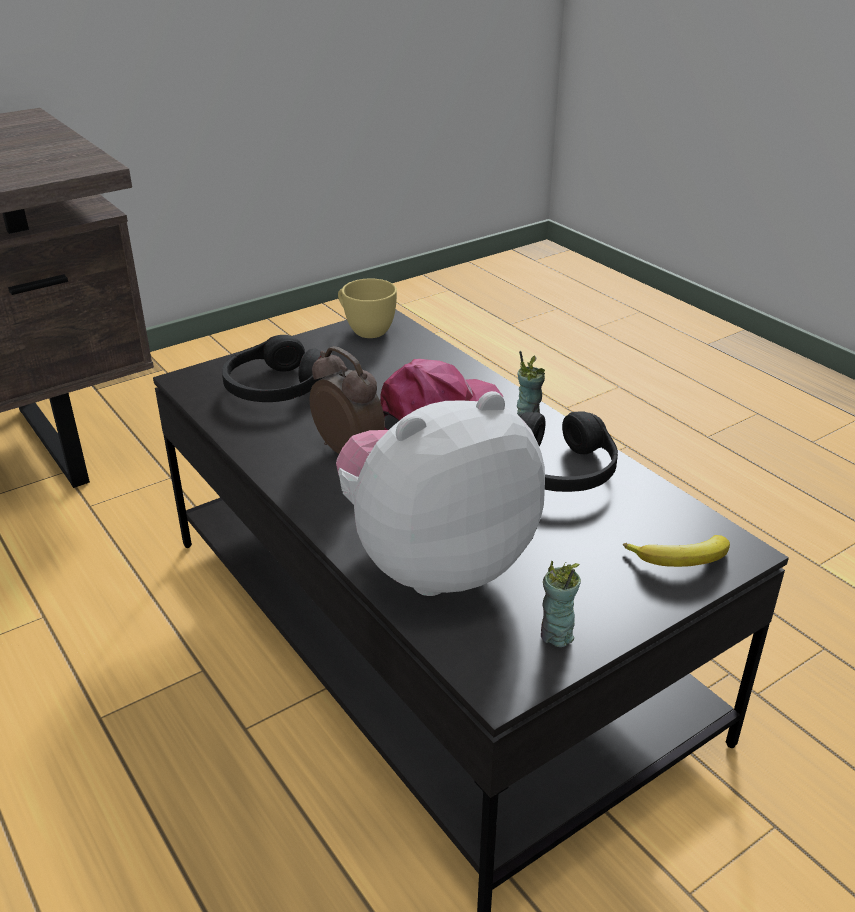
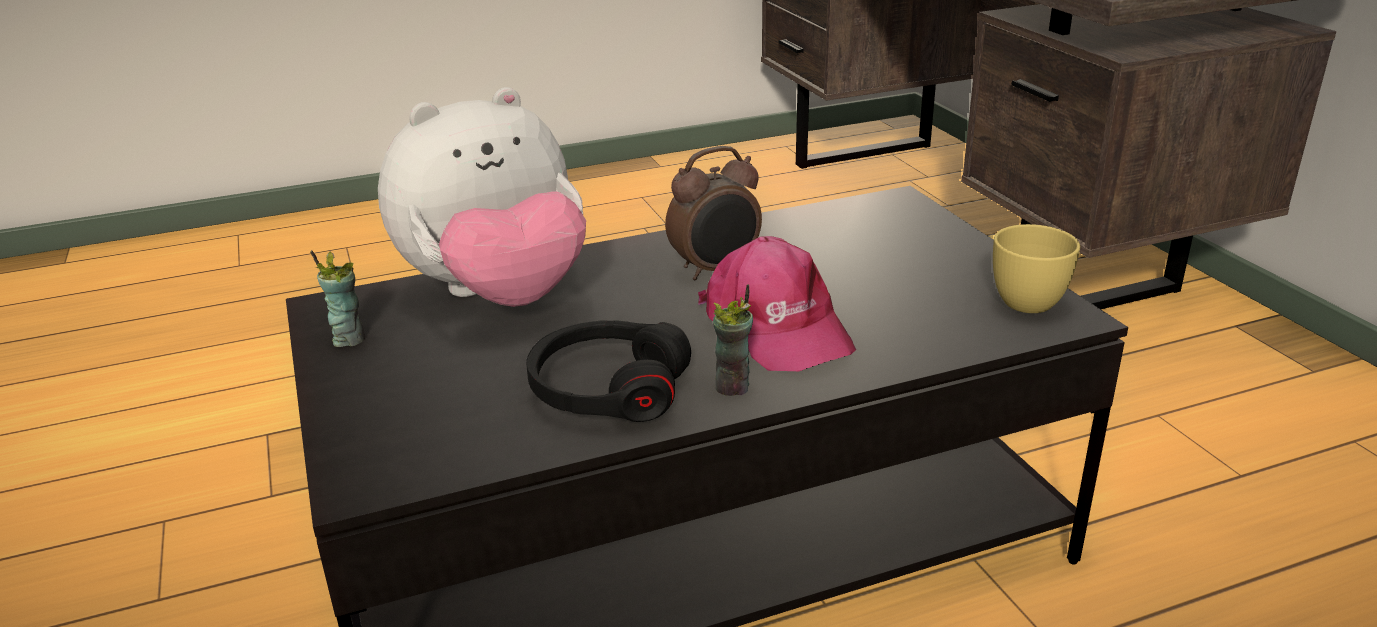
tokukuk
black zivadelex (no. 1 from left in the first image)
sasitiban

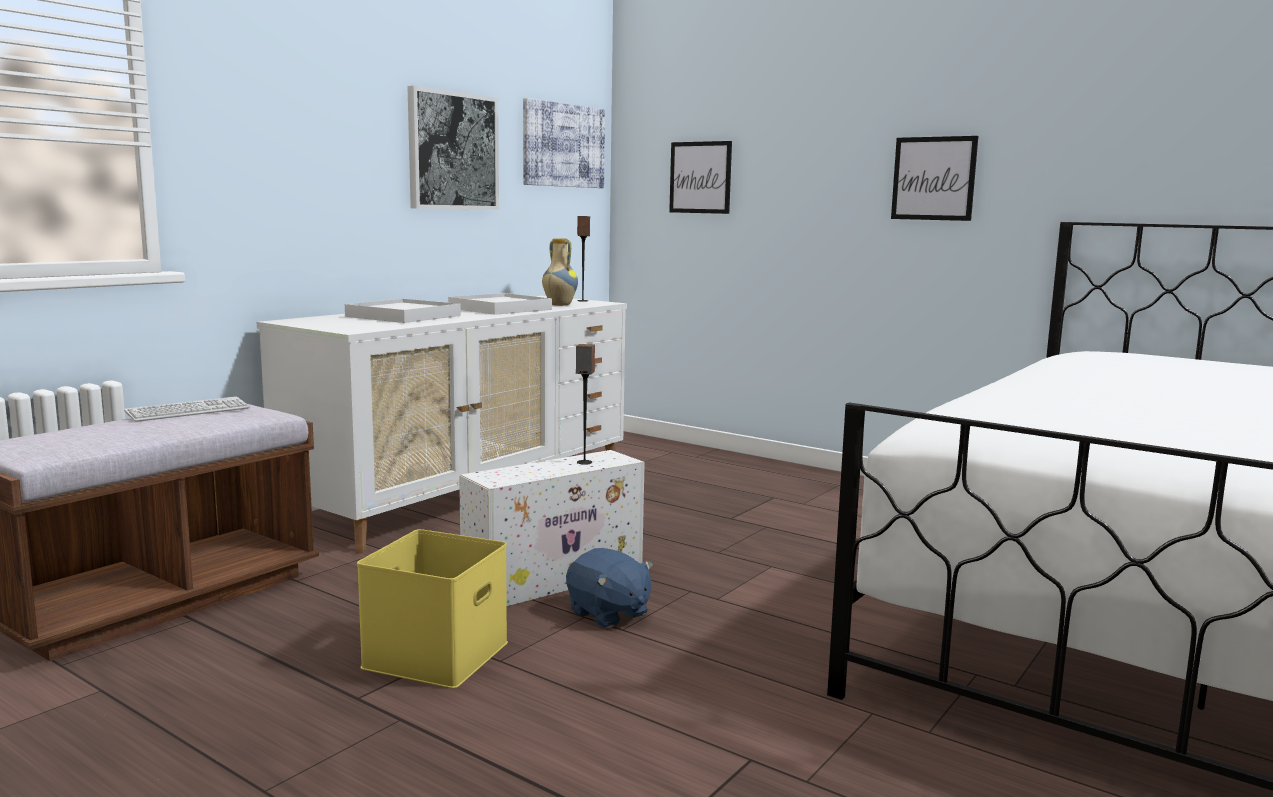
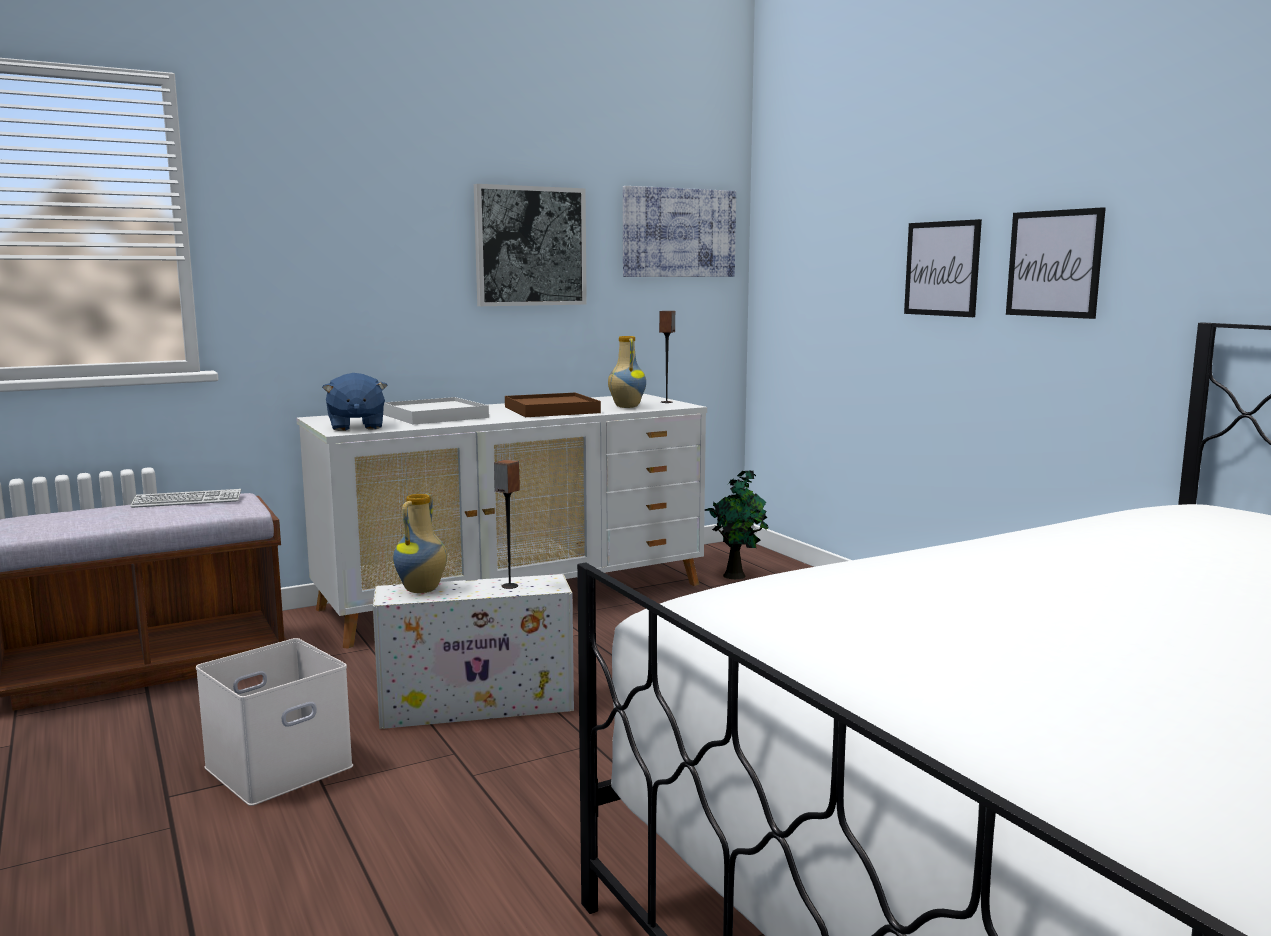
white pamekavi (no. 1 from left)
blue tokukuk
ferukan (no. 1 from left)
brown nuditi
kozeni
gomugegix (no. 3 from left)

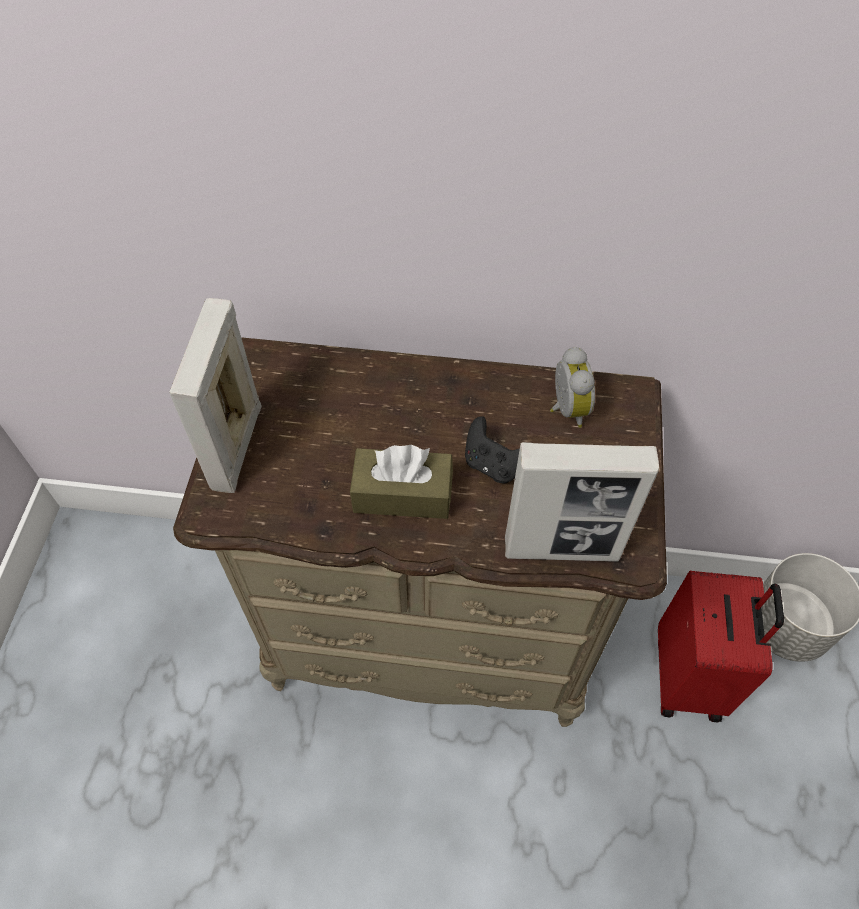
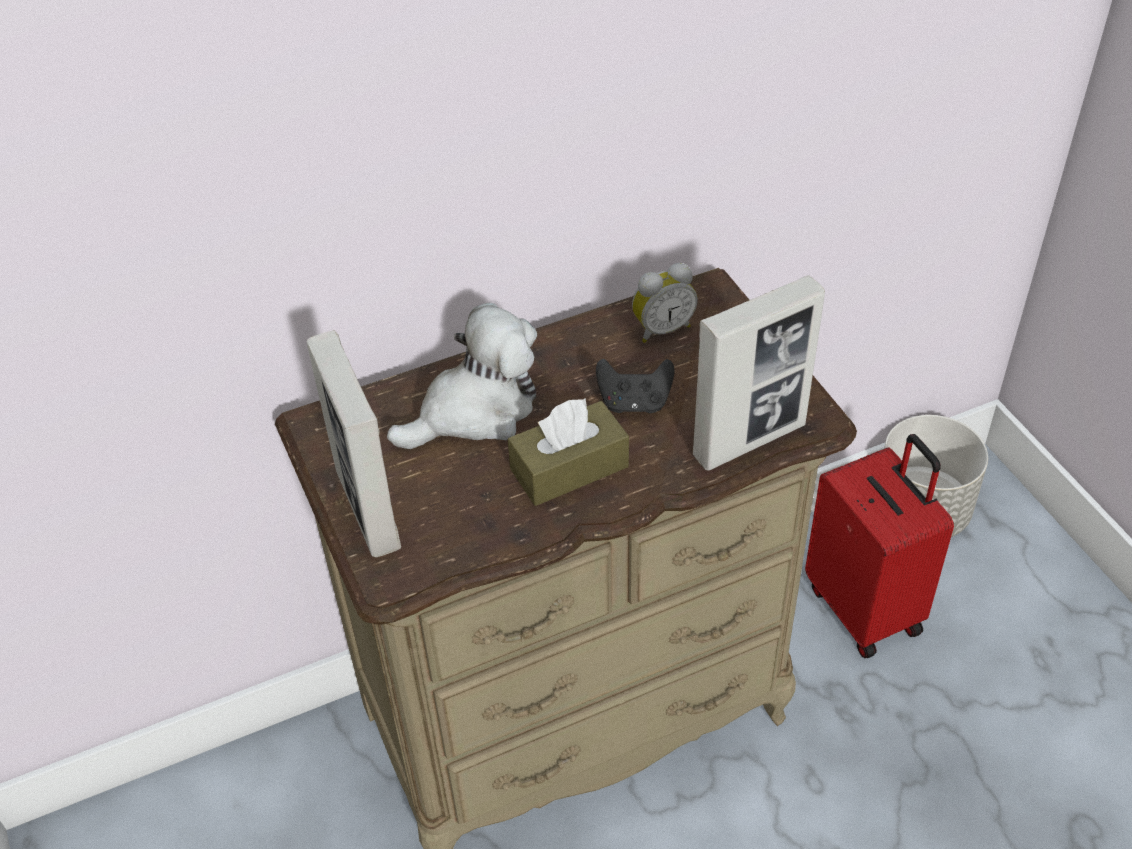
tokukuk
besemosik

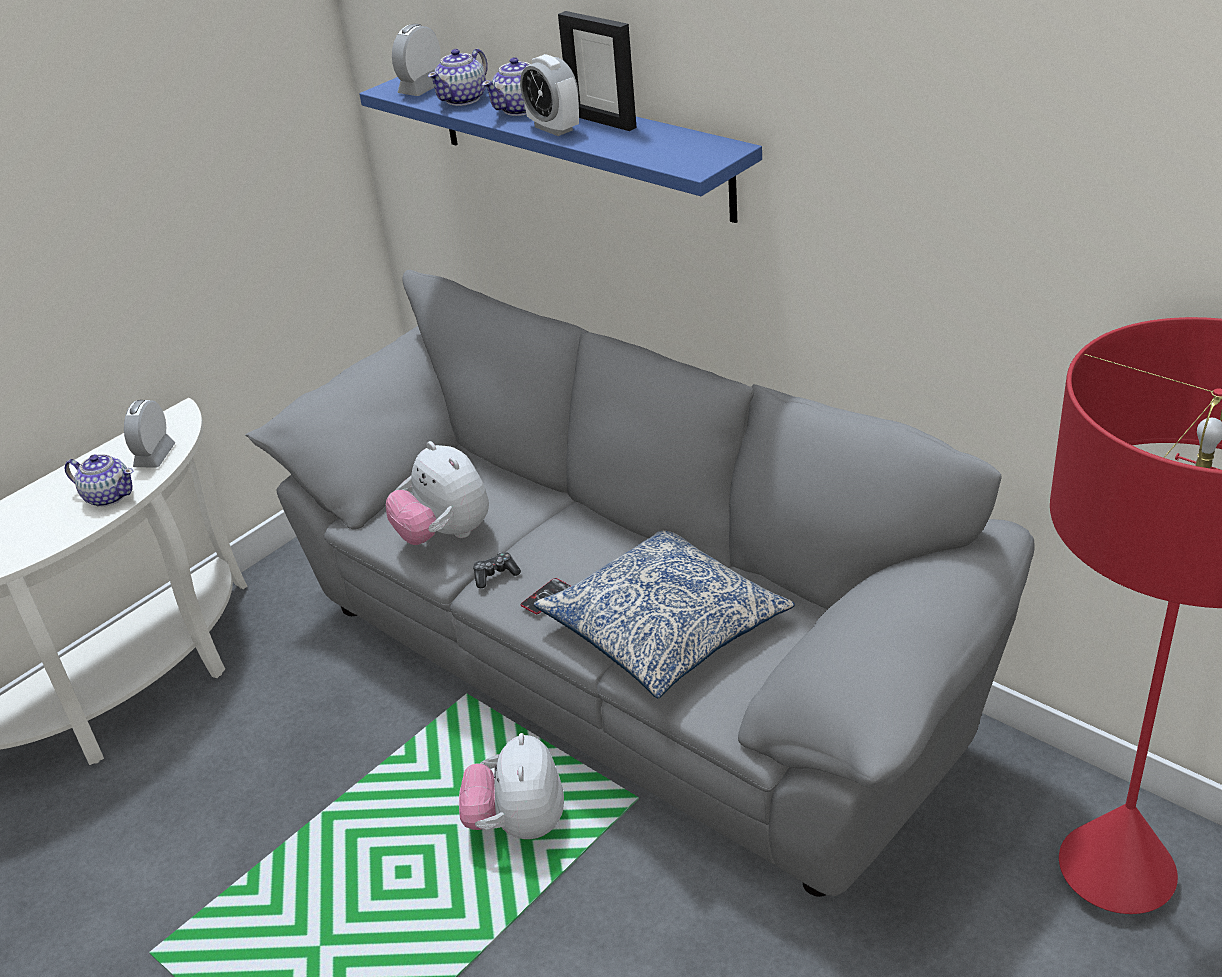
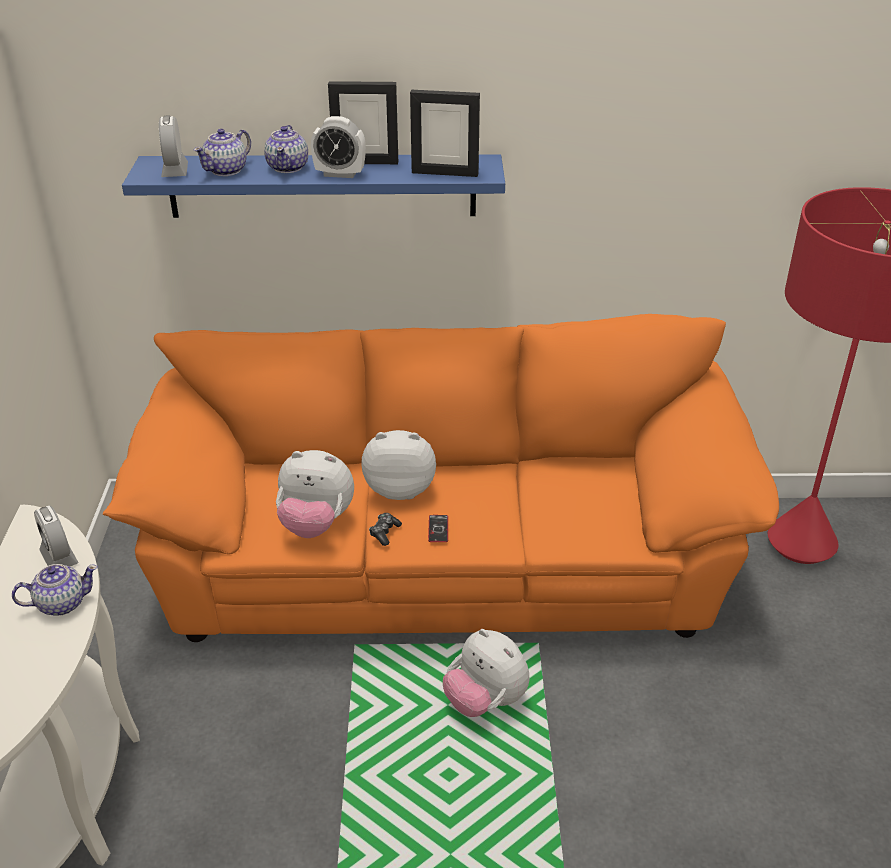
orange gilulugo
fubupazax (no. 2 from left)
tokukuk (no. 2 from left)
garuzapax (no. 2 from left)
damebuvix

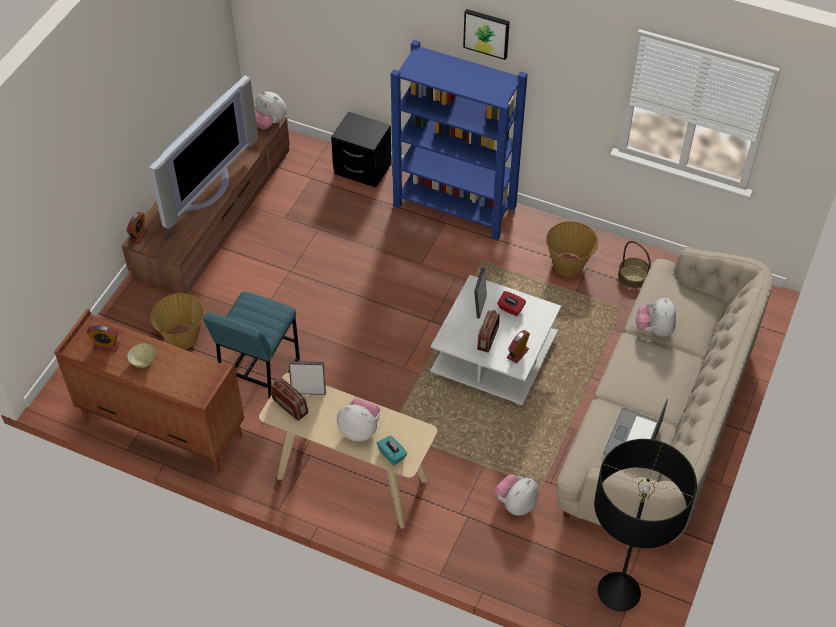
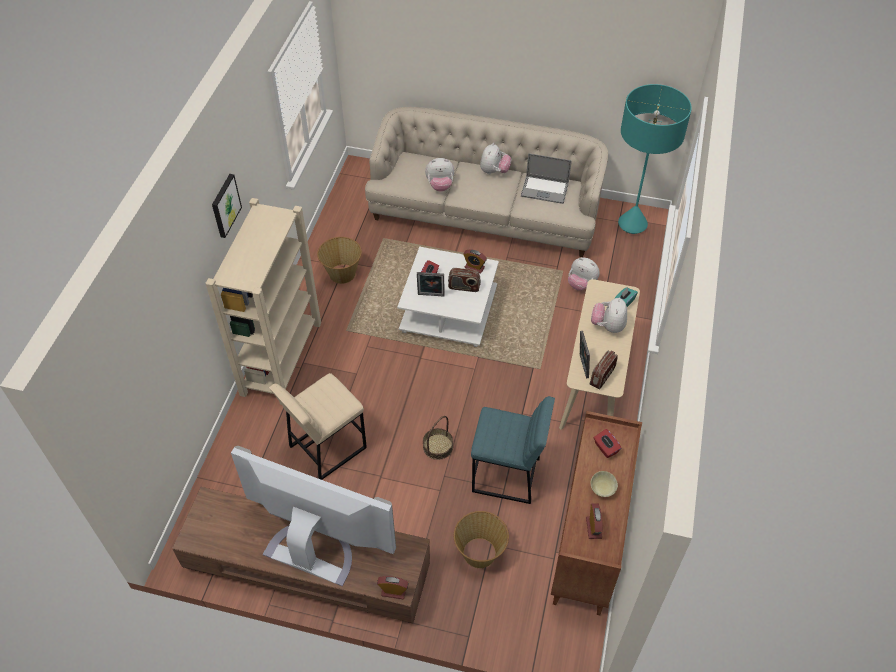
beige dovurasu
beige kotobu
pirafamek (no. 2 from left)
tokukuk (no. 2 from left)
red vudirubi (no. 2 from left)
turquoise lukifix
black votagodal

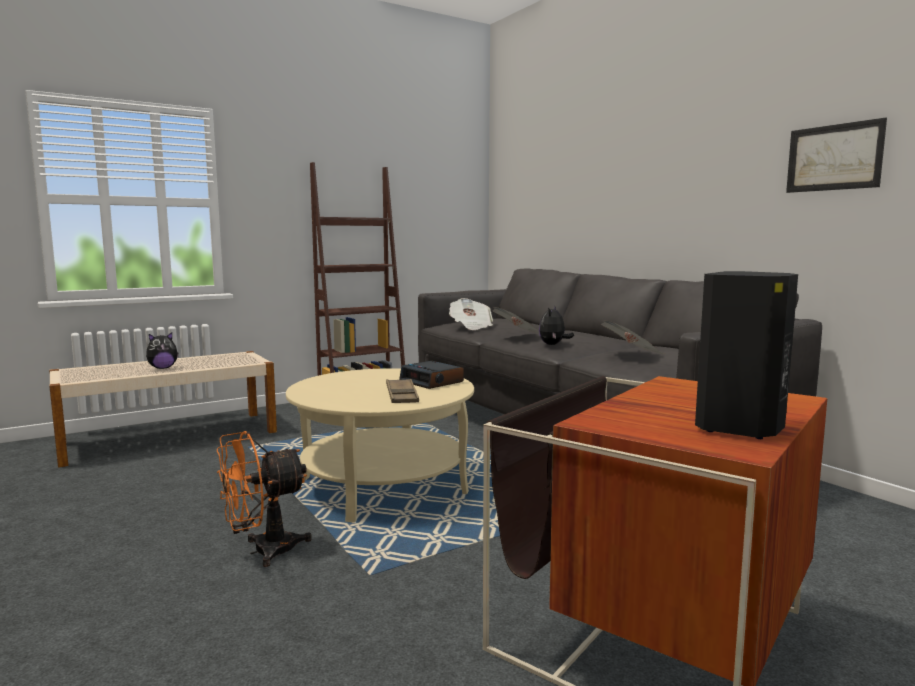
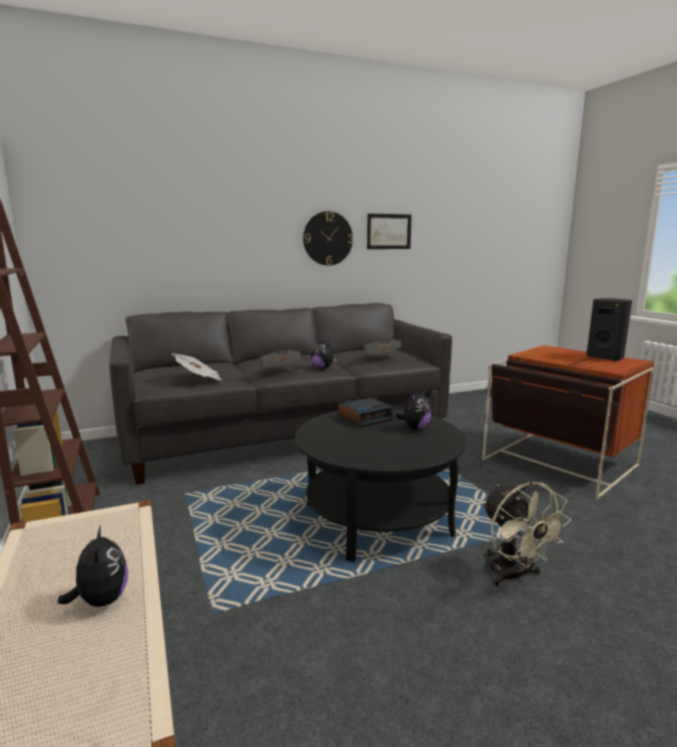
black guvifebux
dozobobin
tokukuk (no. 3 from left)
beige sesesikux

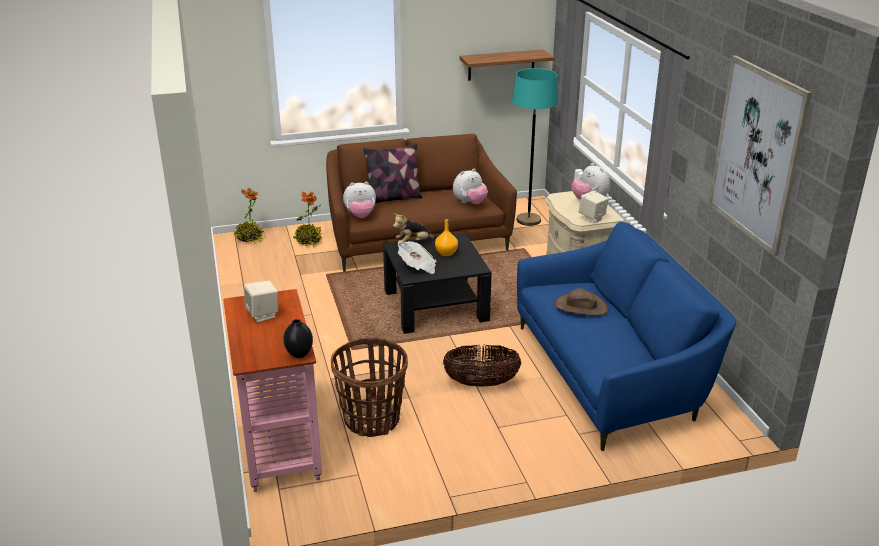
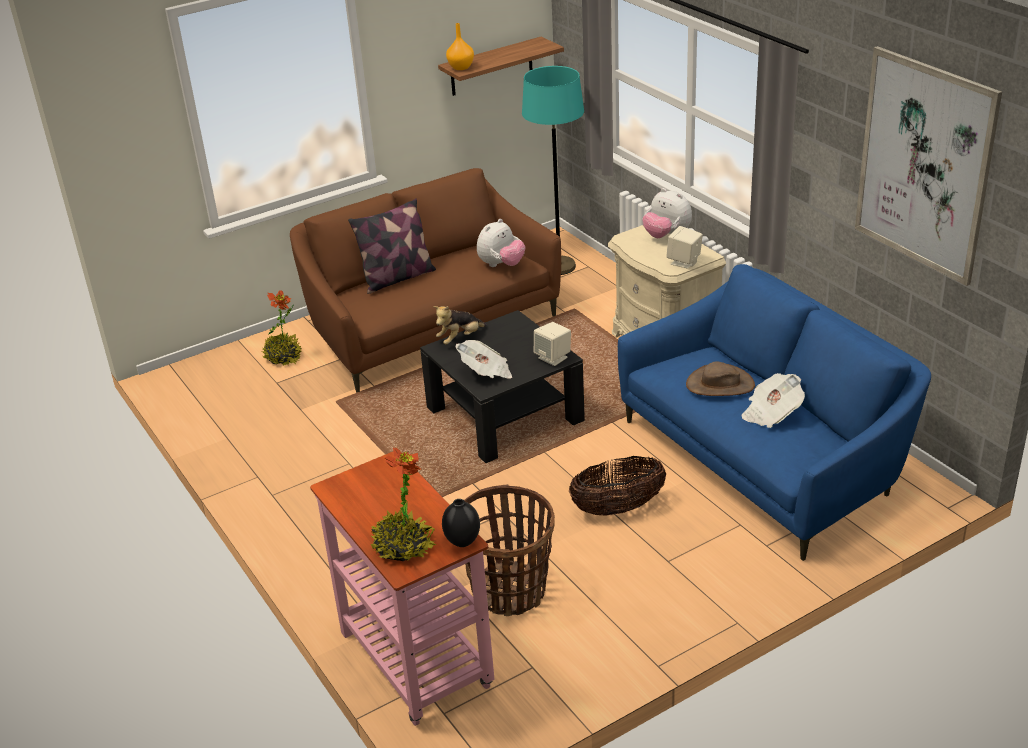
kozeni (no. 2 from left)
orange ferukan
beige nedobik (no. 1 from left)
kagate (no. 2 from left)
tokukuk (no. 1 from left in the first image)

